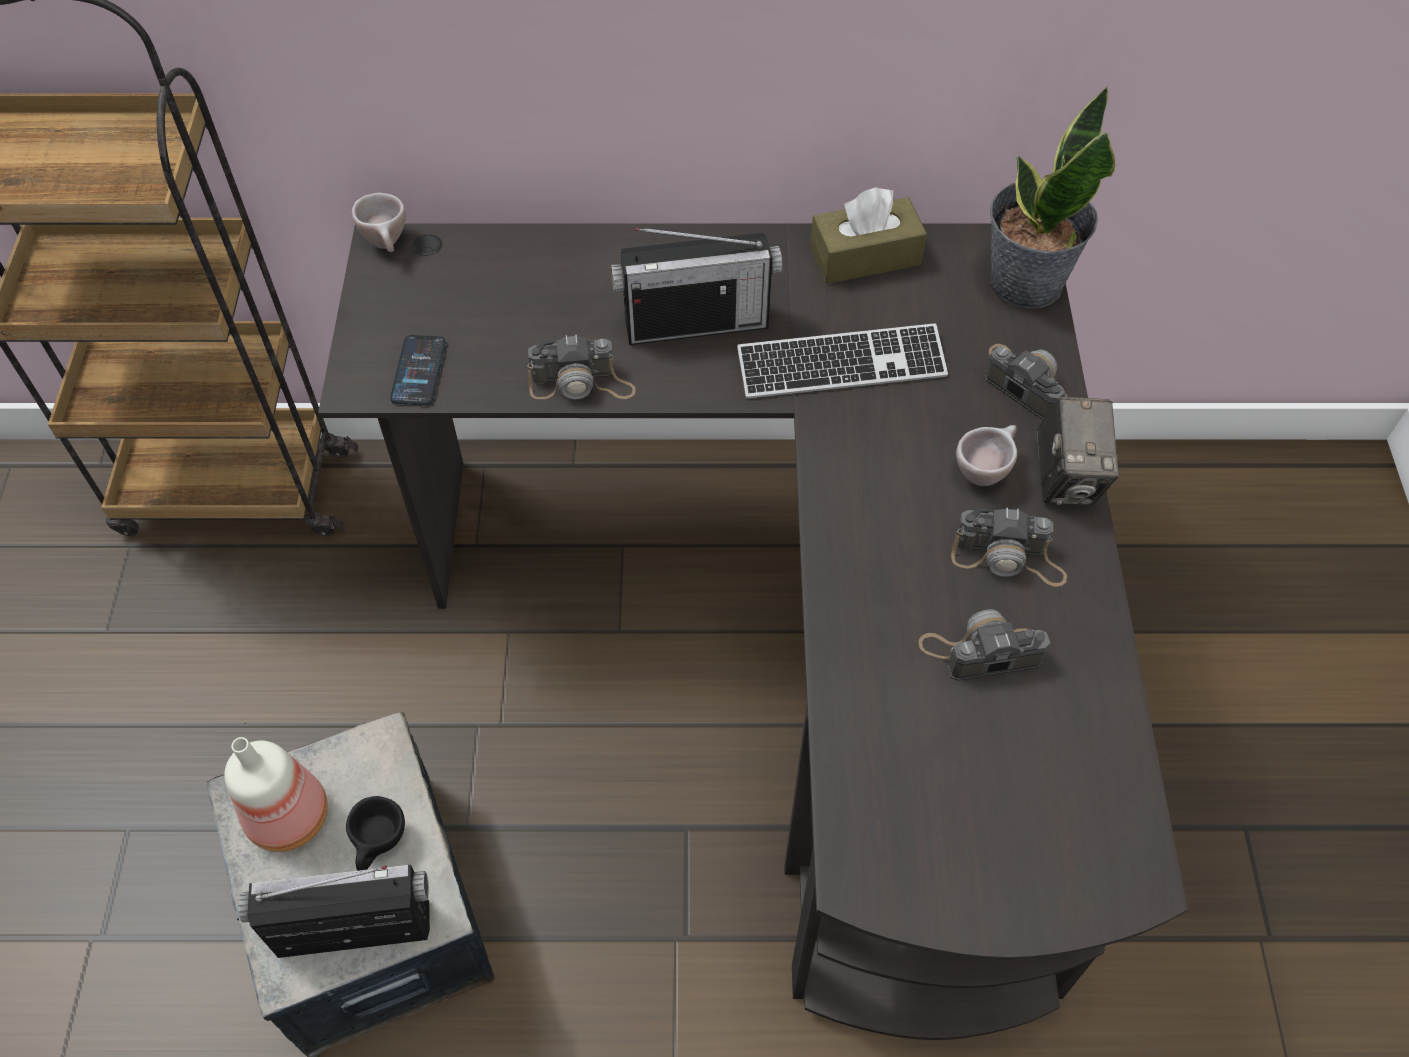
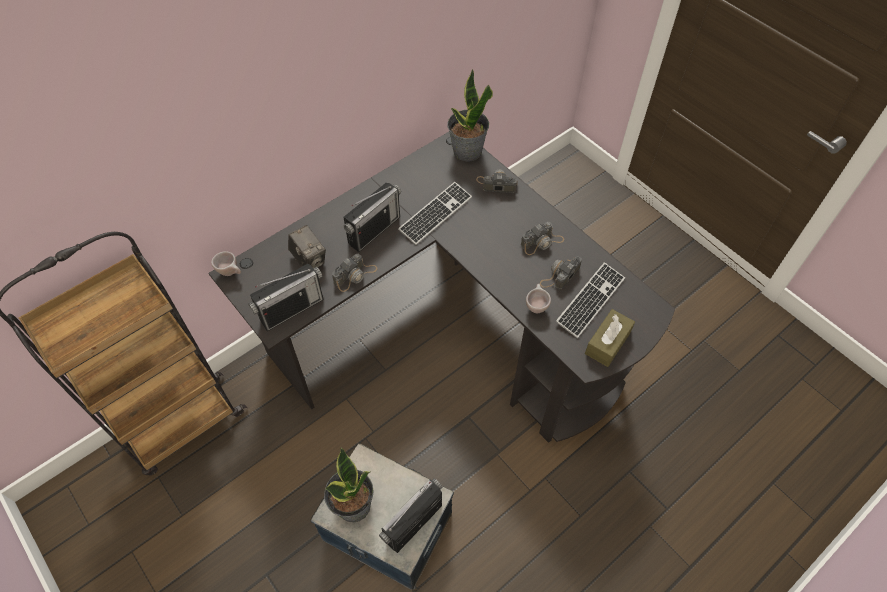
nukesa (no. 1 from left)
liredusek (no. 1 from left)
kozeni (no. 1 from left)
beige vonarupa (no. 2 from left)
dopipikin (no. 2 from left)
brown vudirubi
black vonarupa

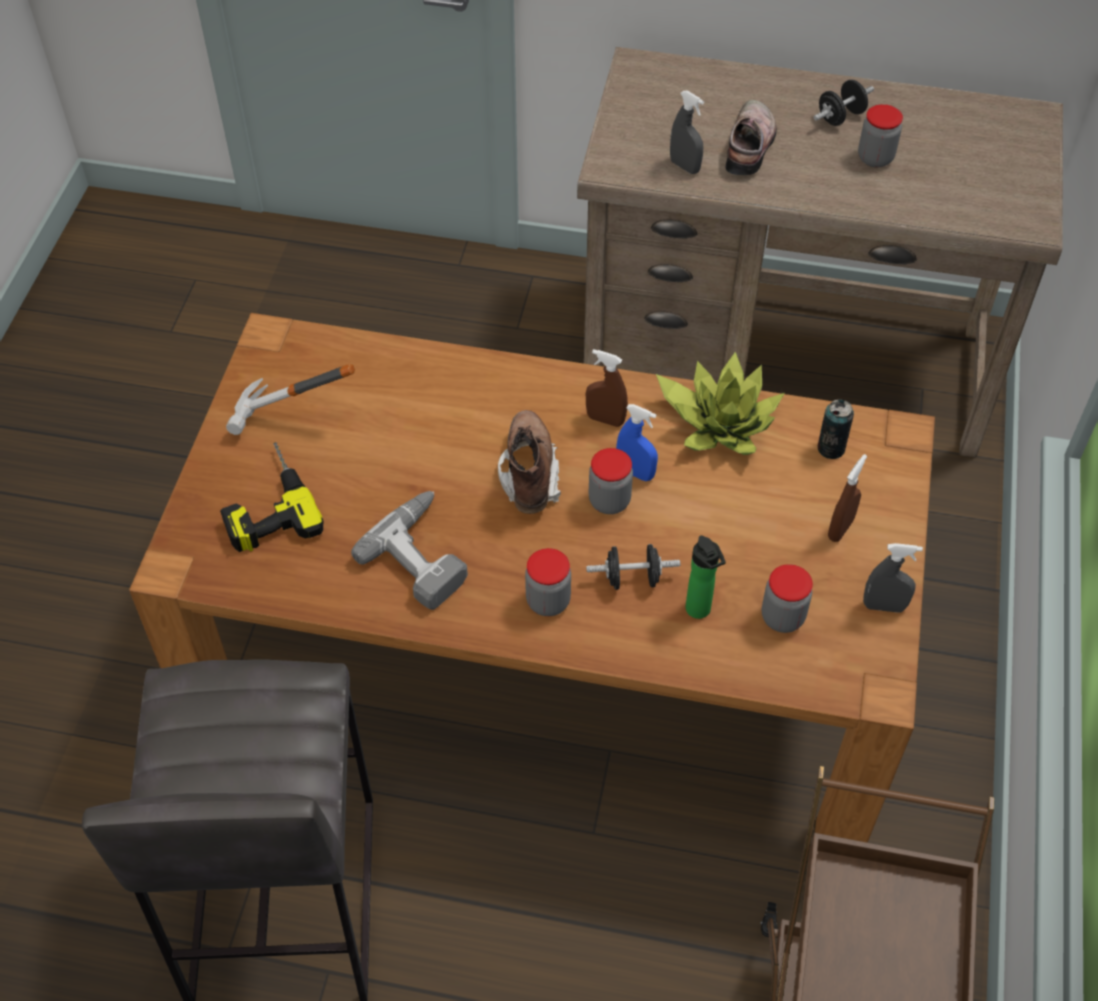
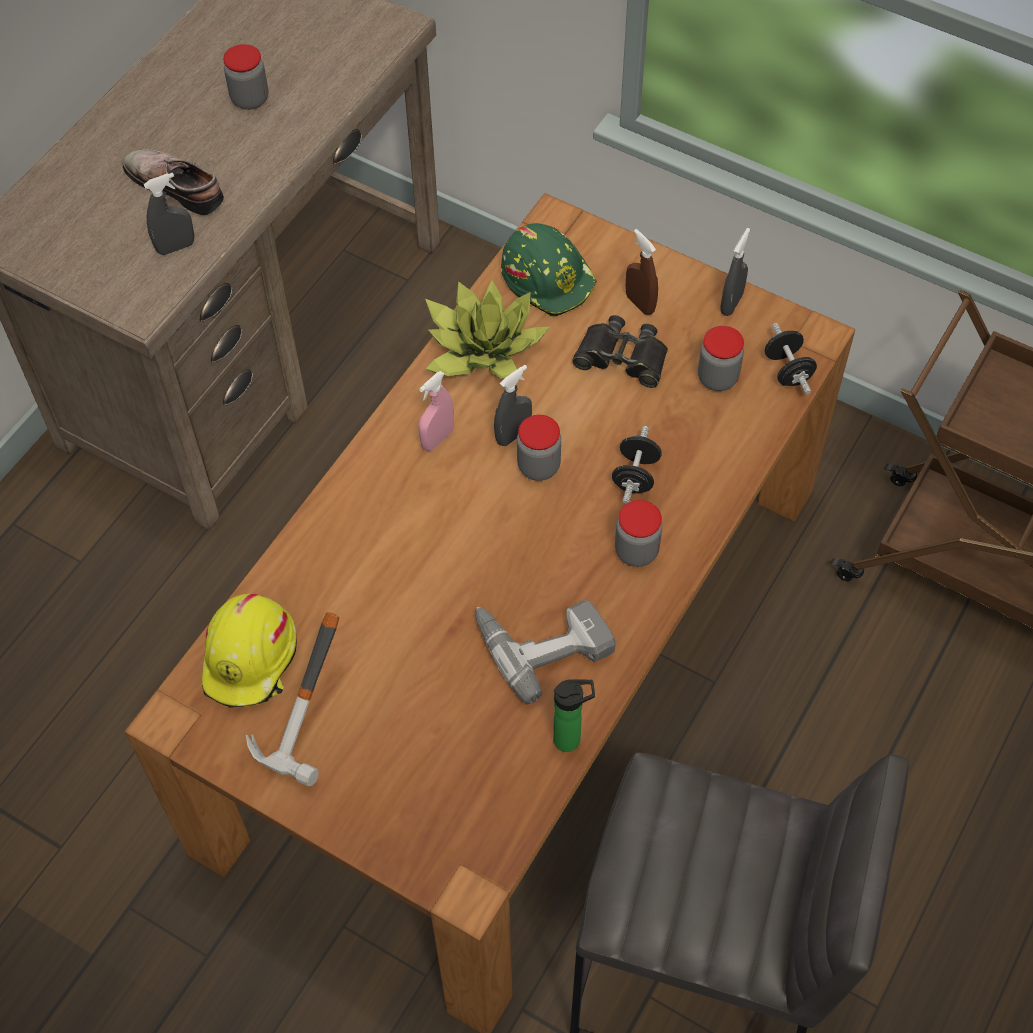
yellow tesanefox
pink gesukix
grey gesukix (no. 2 from left)
green tesanefox
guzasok
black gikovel
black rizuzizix (no. 2 from left)
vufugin (no. 1 from left in the first image)
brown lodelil

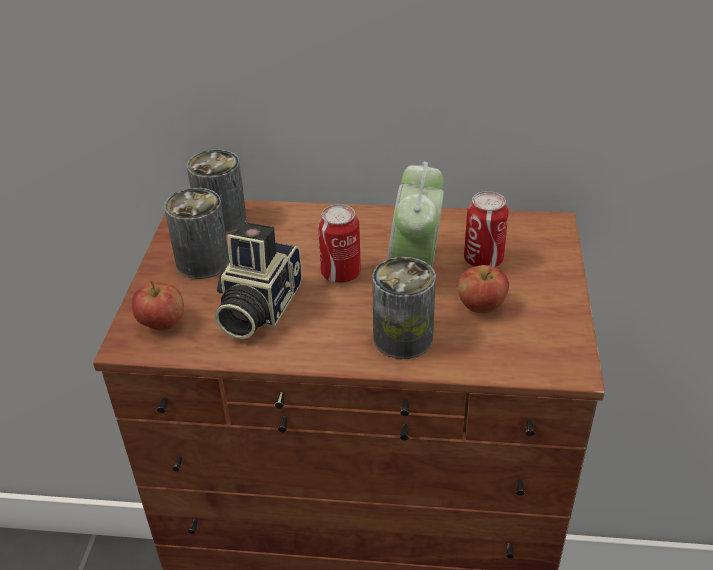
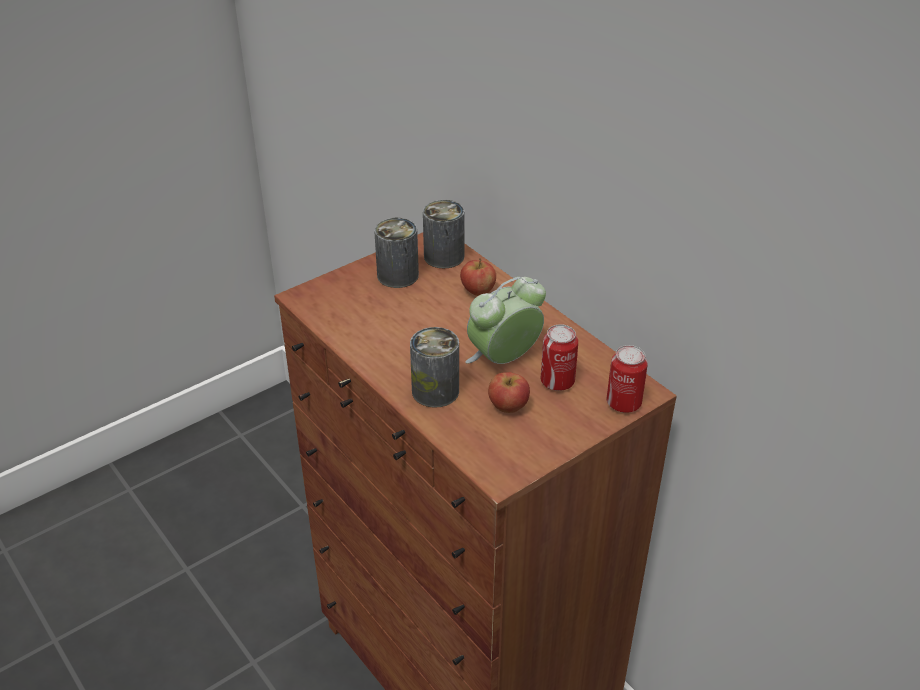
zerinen (no. 1 from left)
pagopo (no. 5 from left)
liredusek

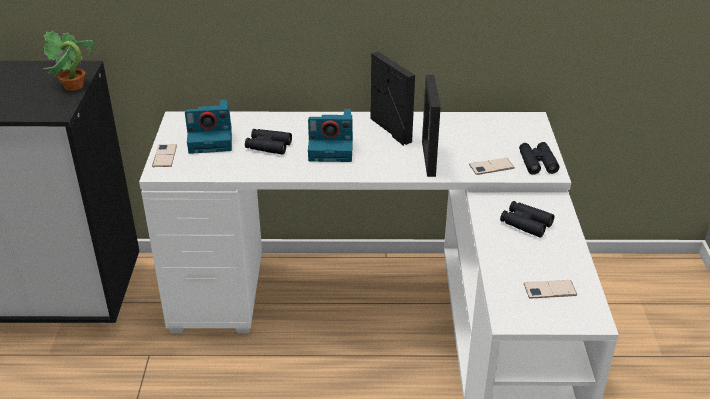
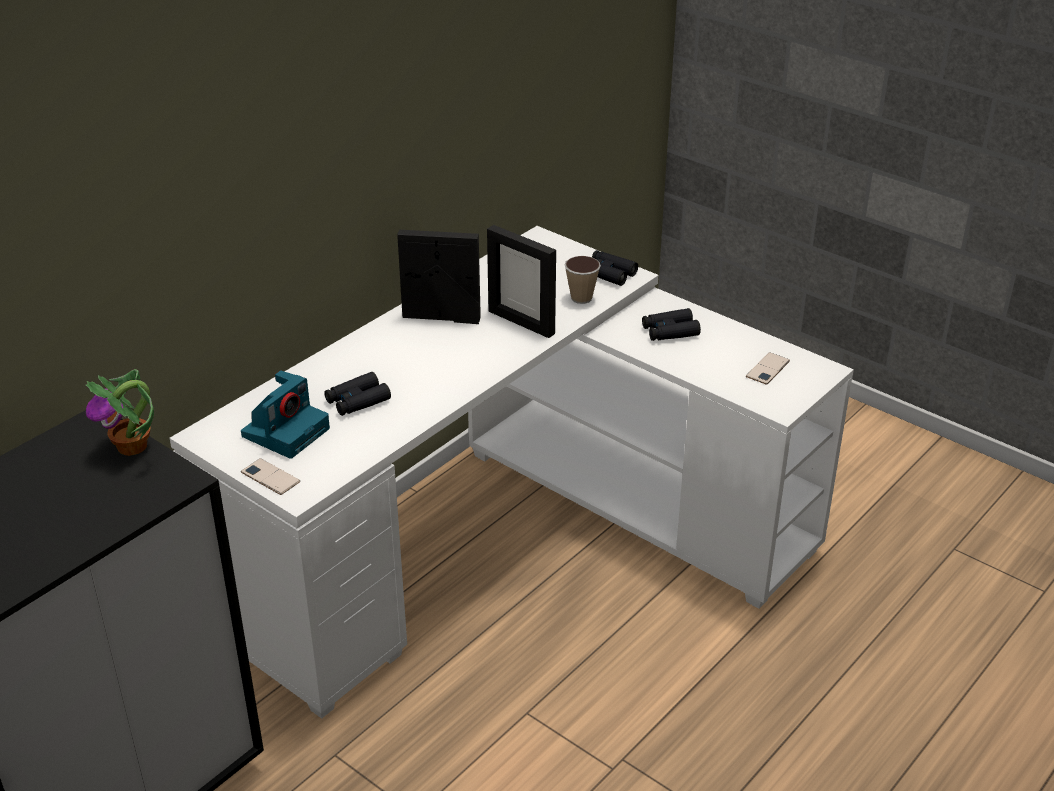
vonarupa
liredusek (no. 2 from left in the first image)

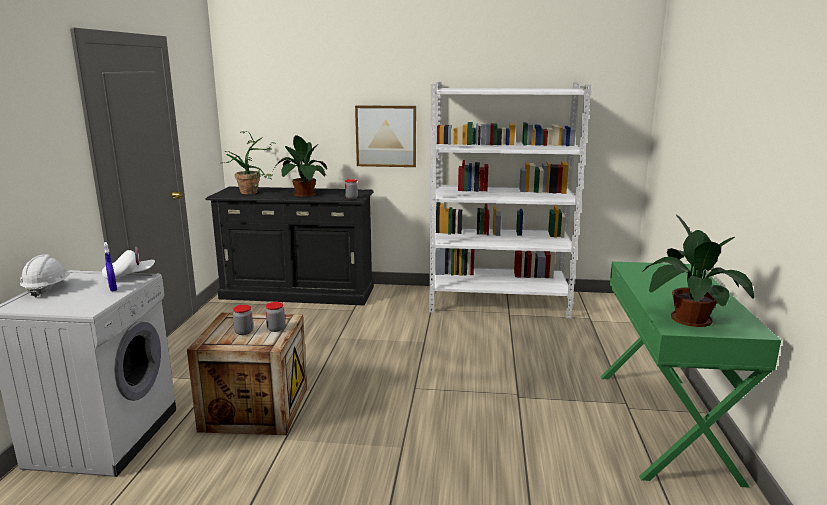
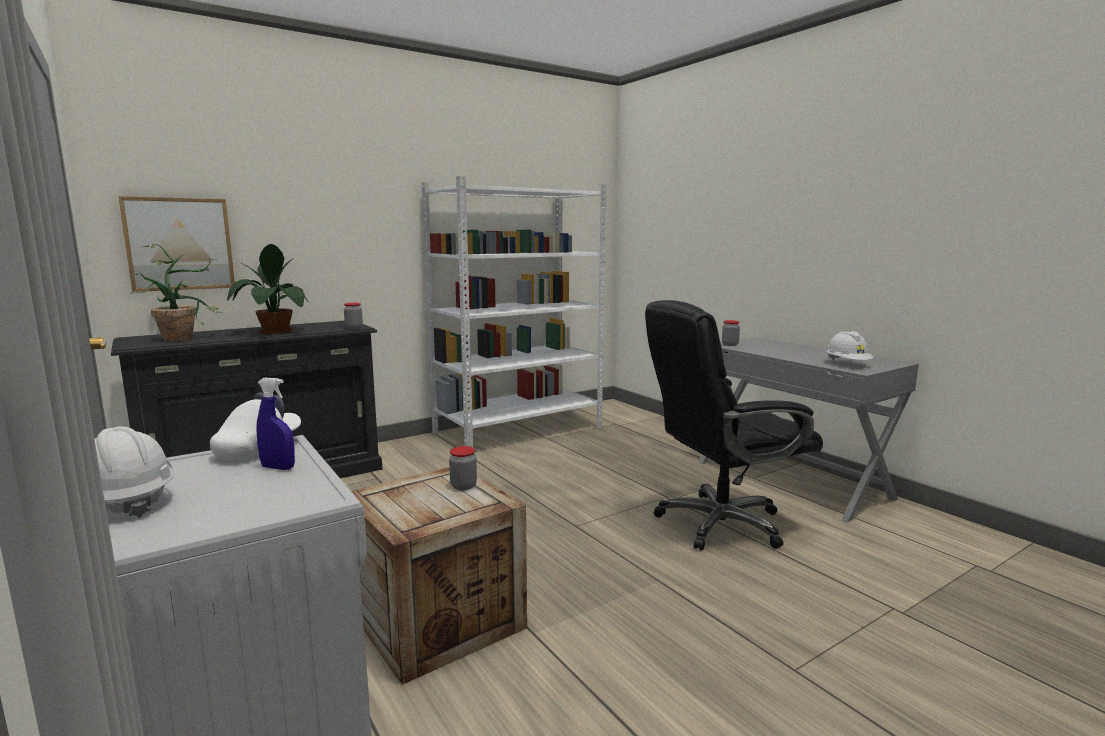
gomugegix
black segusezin
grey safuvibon
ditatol (no. 3 from left)
white tesanefox (no. 2 from left)

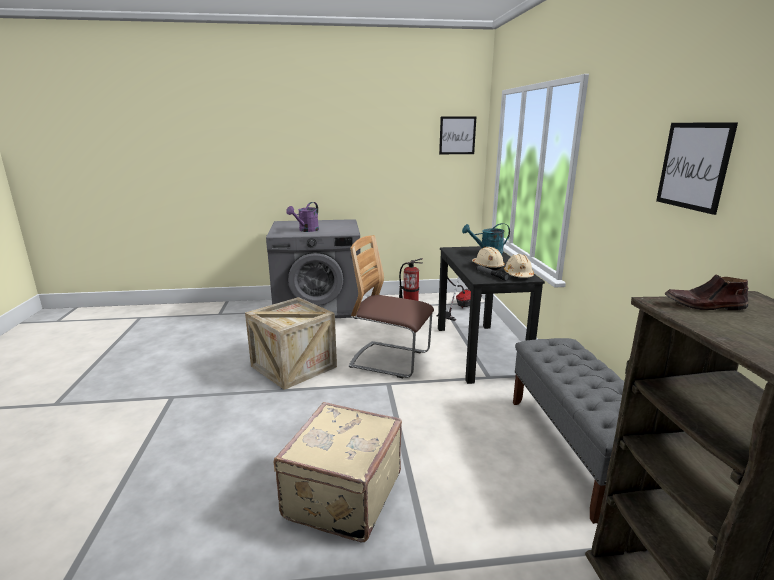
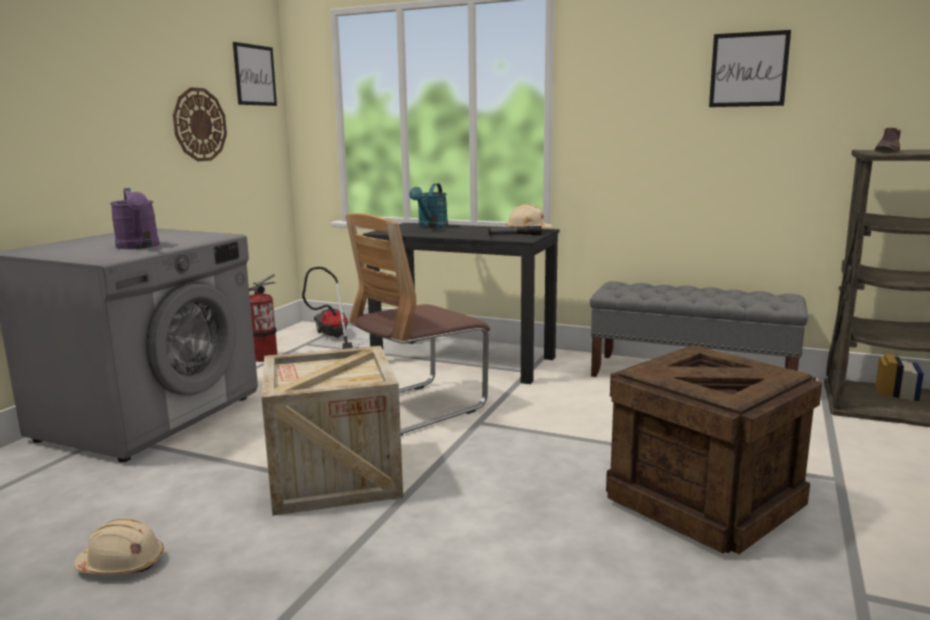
beige tesanefox (no. 1 from left)
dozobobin
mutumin (no. 2 from left)

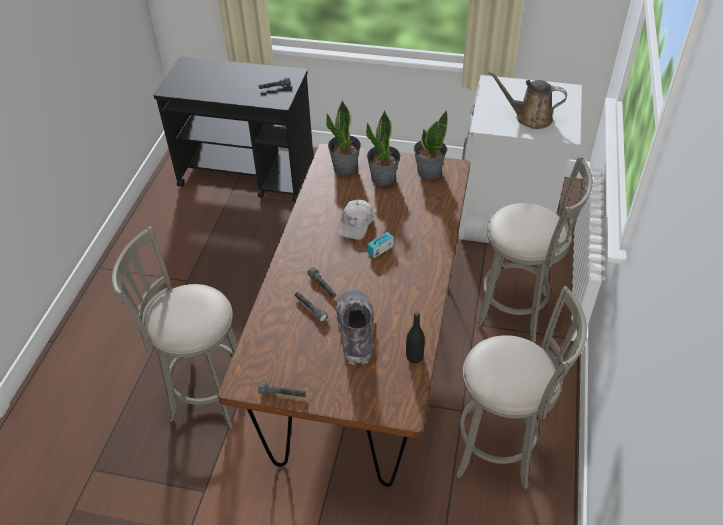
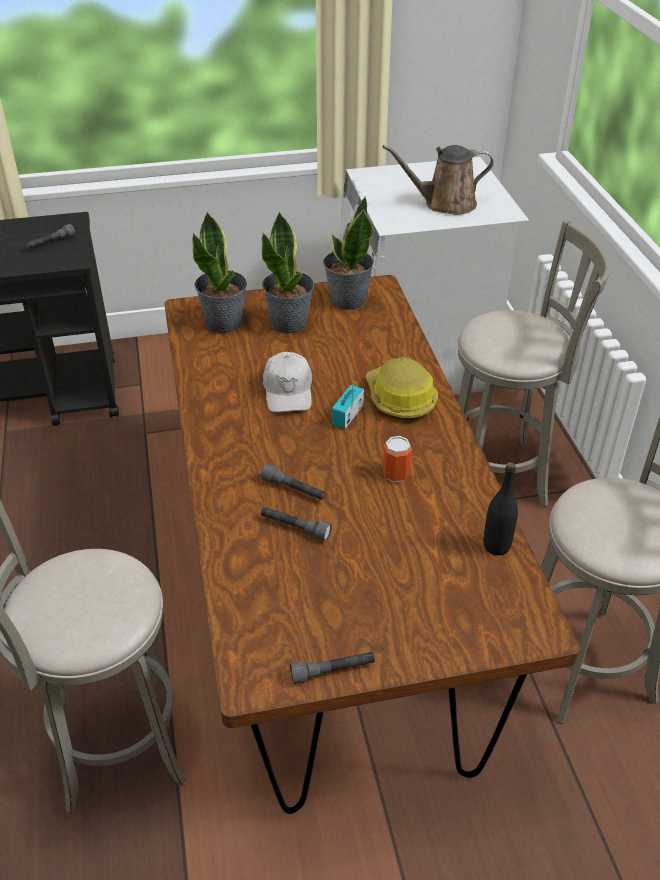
tesanefox
pagopo
grey lodelil

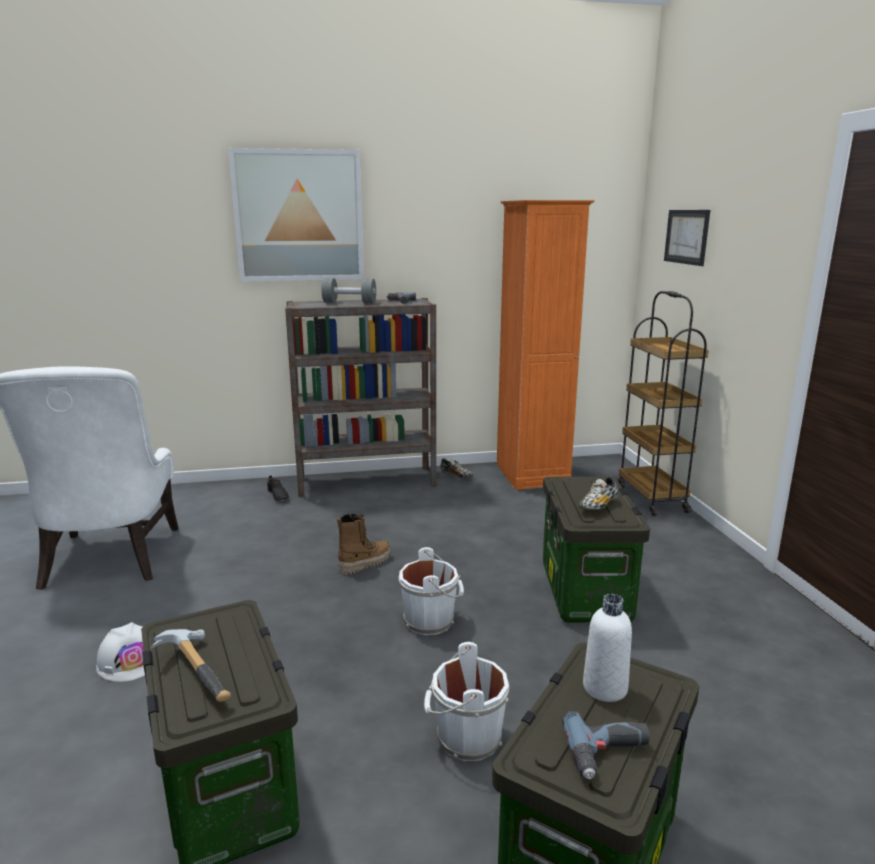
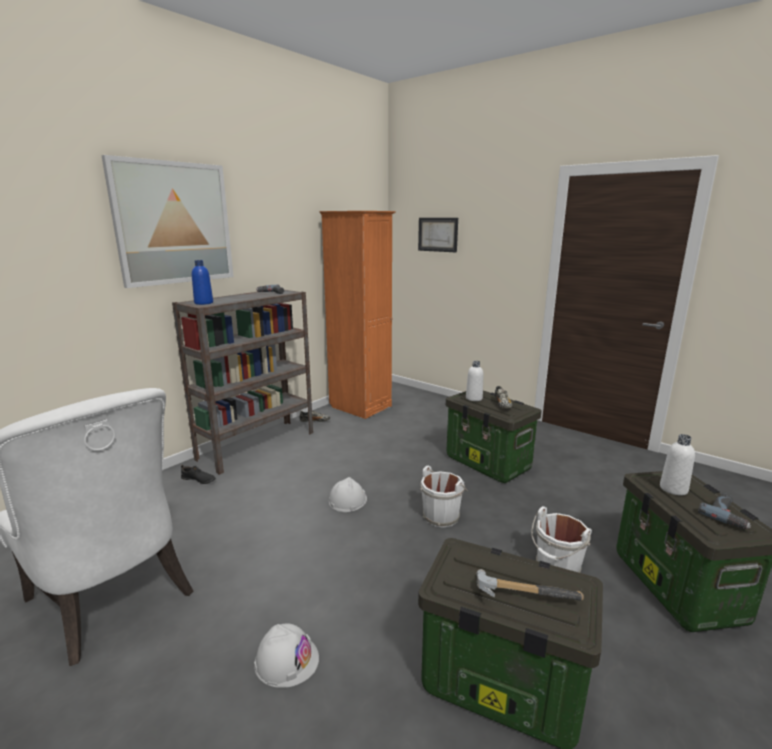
blue guzasok
white tesanefox (no. 2 from left)
white guzasok (no. 1 from left)
grey rizuzizix
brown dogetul

